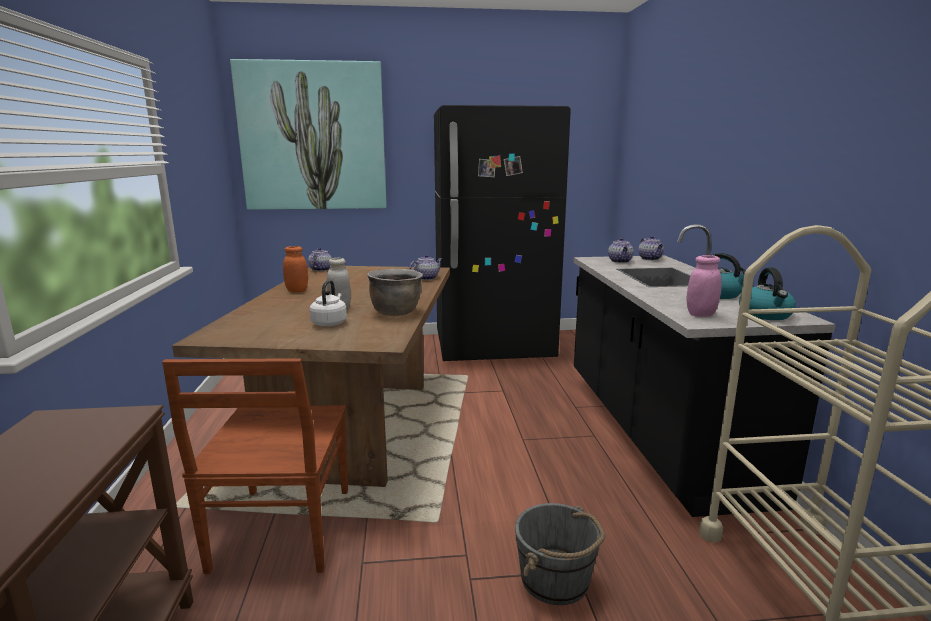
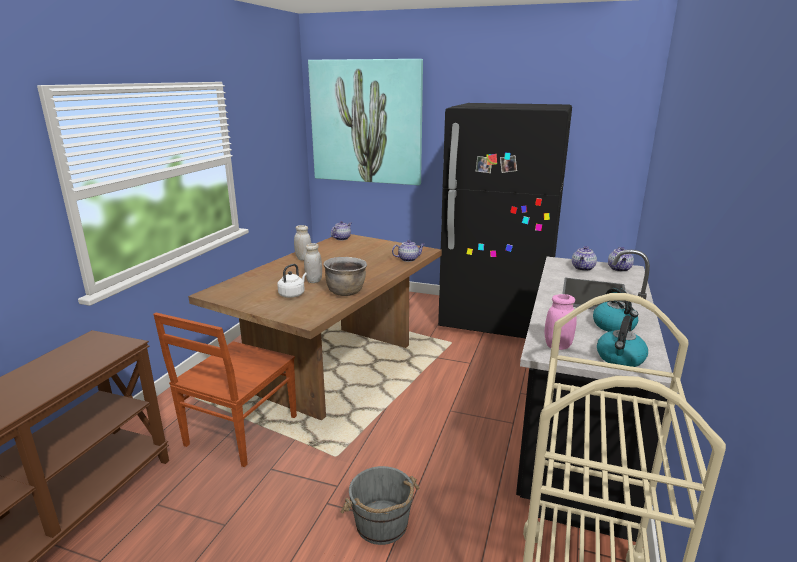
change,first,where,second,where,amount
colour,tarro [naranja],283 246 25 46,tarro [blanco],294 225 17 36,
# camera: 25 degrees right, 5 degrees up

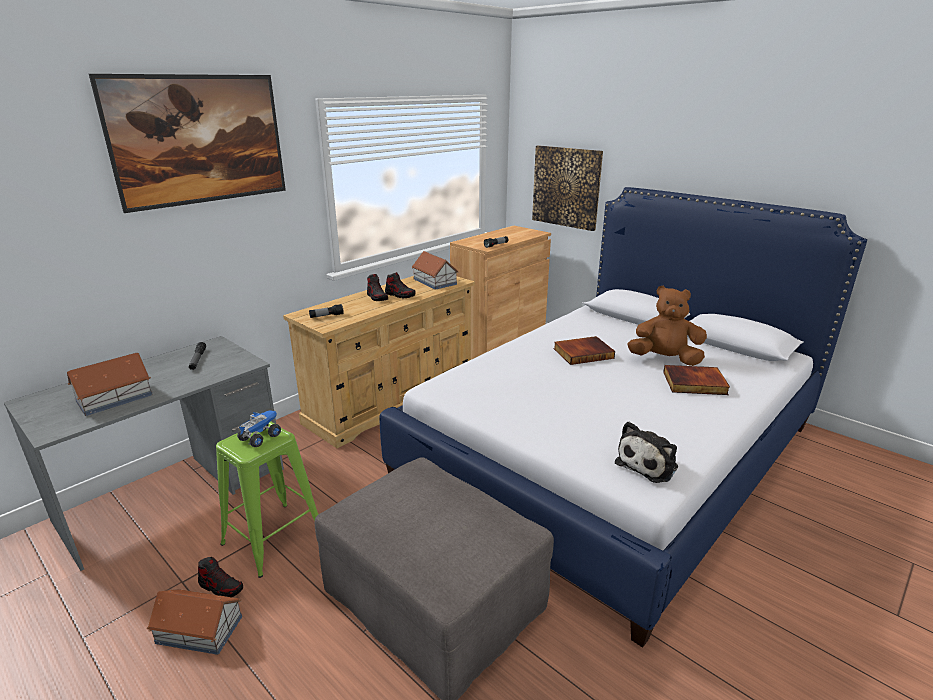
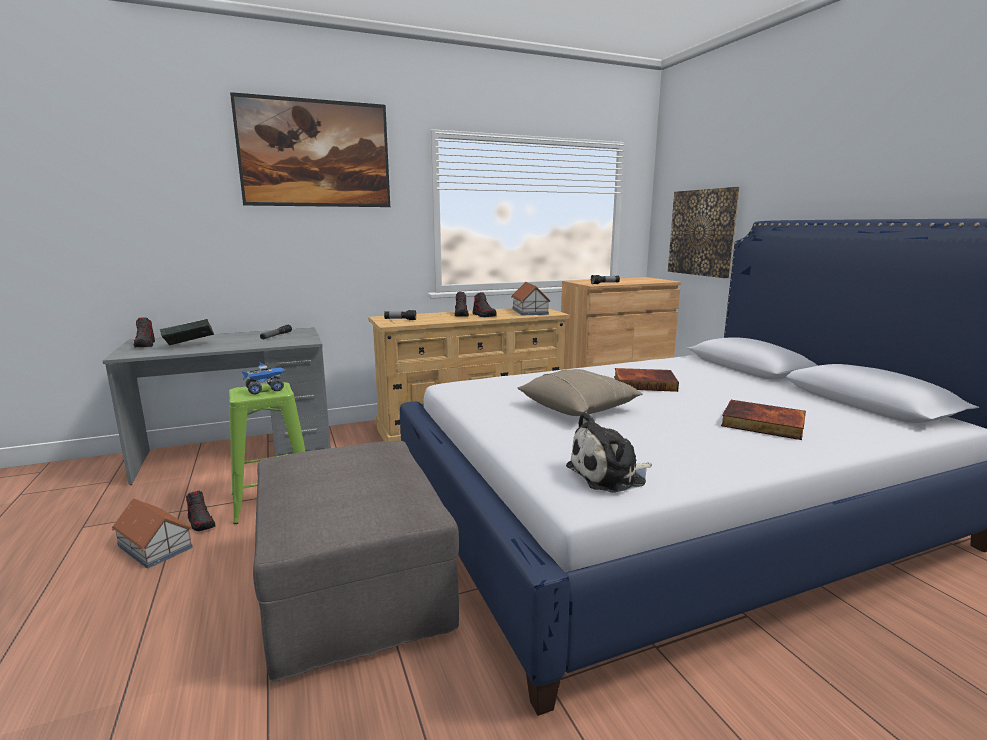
change,first,where,second,where,amount
exchanged,casita,67 353 86 63,libro,160 319 54 27,
missing,peluche [marrón],627 286 80 80,,,
appeared,,,zapato,134 317 21 30,
appeared,,,cojín [beis],518 369 125 47,
# camera: 25 degrees right, 10 degrees down

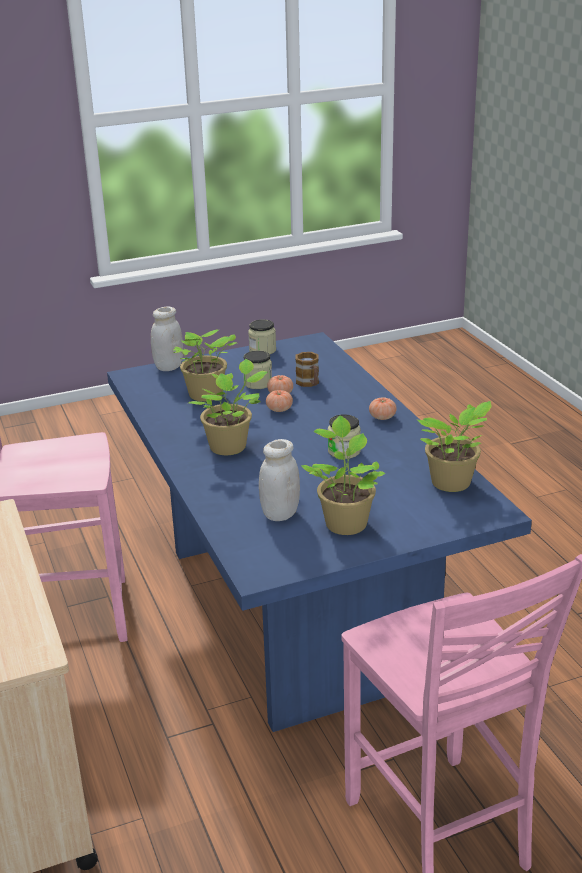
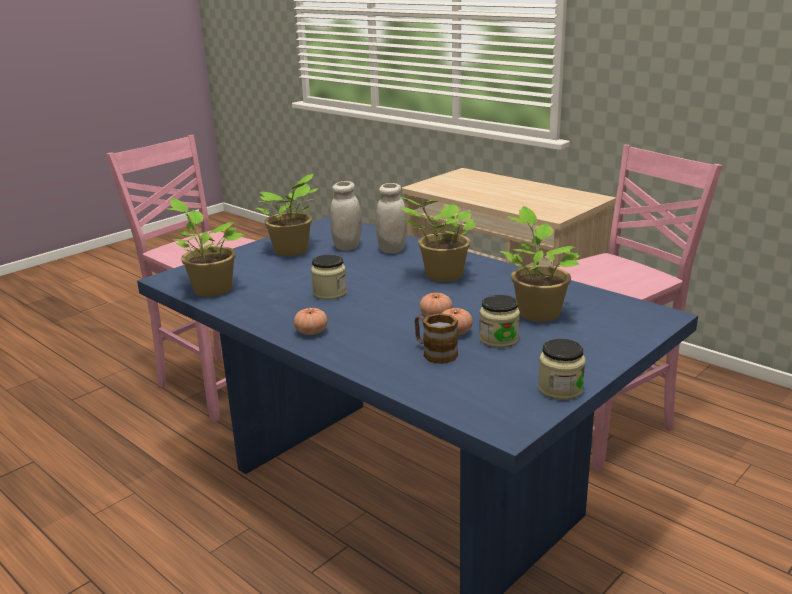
change,first,where,second,where,amount
relocated,tarro [blanco],151 307 32 64,,376 183 31 71,
# camera: 155 degrees right, 5 degrees down

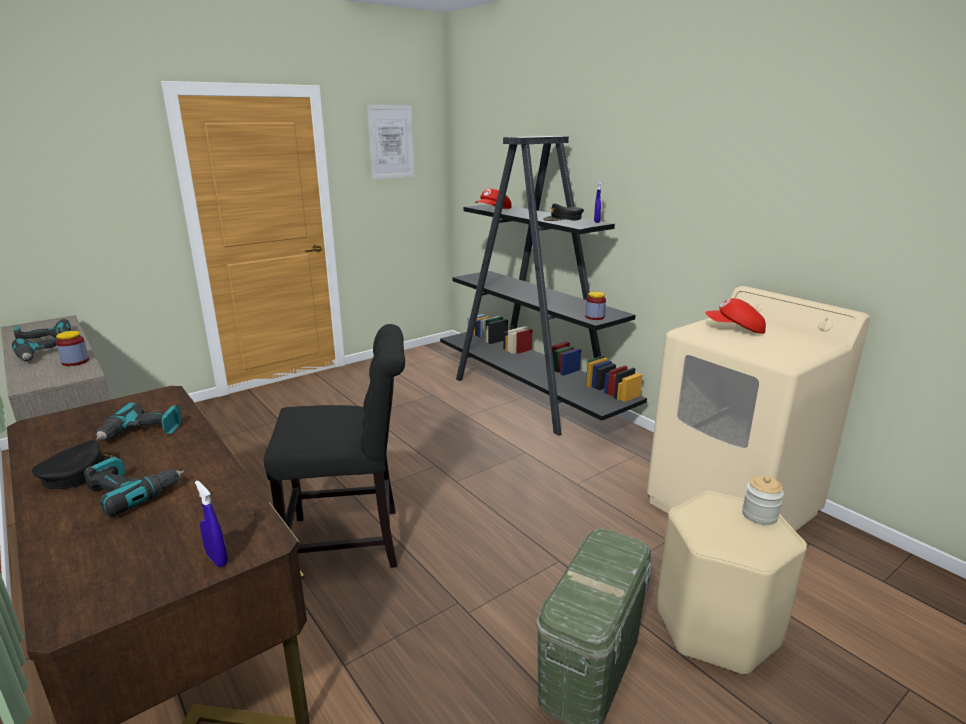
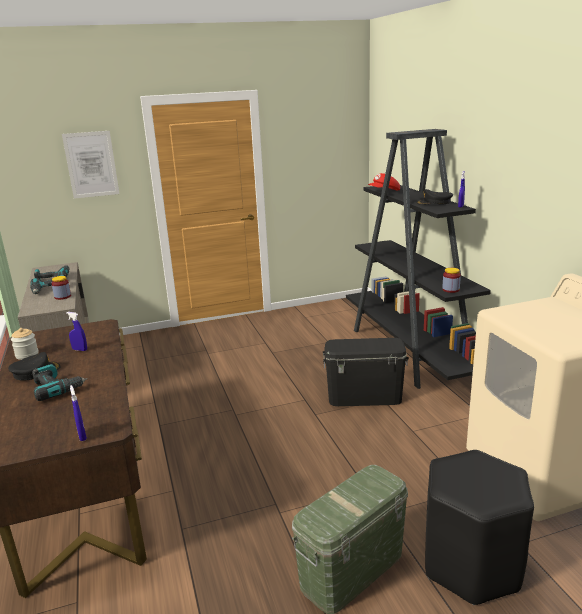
change,first,where,second,where,amount
exchanged,taladro,96 402 86 39,pulverizador [azul],66 312 21 39,
missing,silla [negro],264 324 141 244,,,
relocated,cuadro,367 105 47 74,,62 131 58 68,
colour,taburete [beis],657 491 150 184,taburete [negro],425 450 109 155,
missing,gorra [rojo],705 298 61 36,,,
relocated,tarro,742 476 42 49,,11 328 27 32,
appeared,,,caja de almacenaje [negro],323 338 86 68,
# camera: 20 degrees right, 0 degrees up

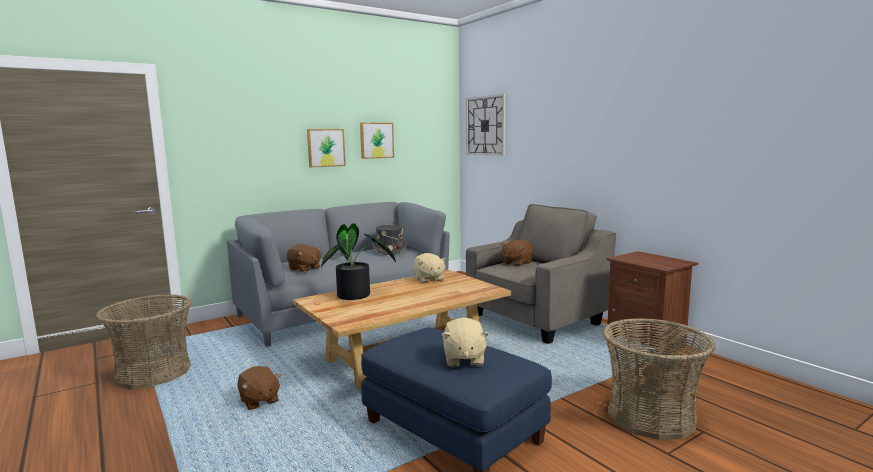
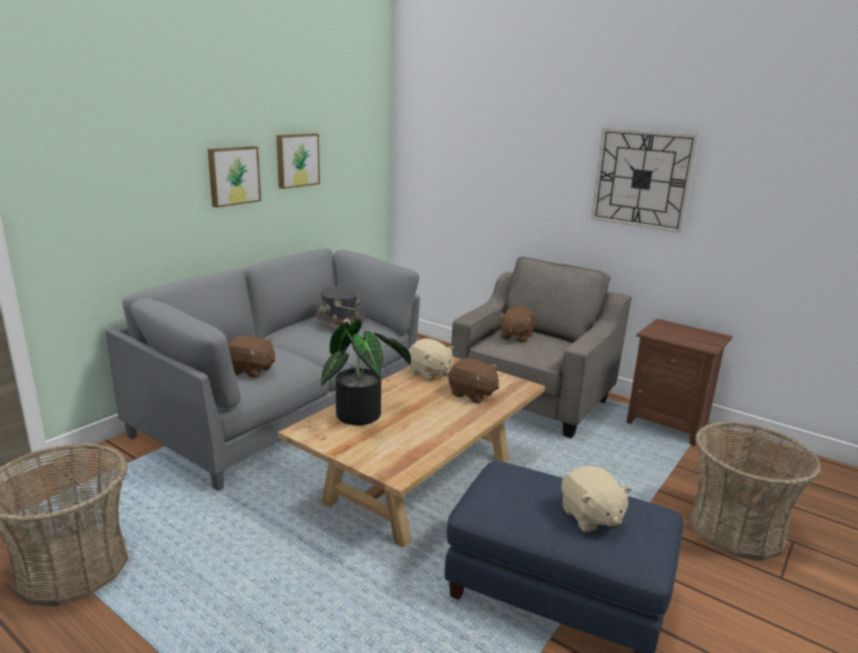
change,first,where,second,where,amount
relocated,peluche [marrón],237 366 44 44,,448 358 51 45,
relocated,reloj de pared,466 94 40 62,,591 128 108 105,
# camera: 20 degrees left, 10 degrees up

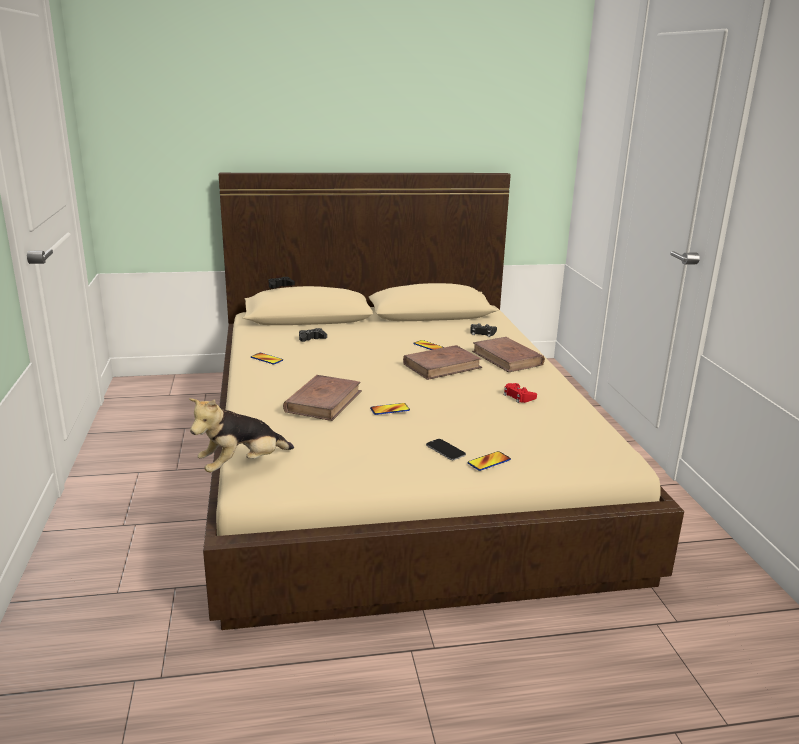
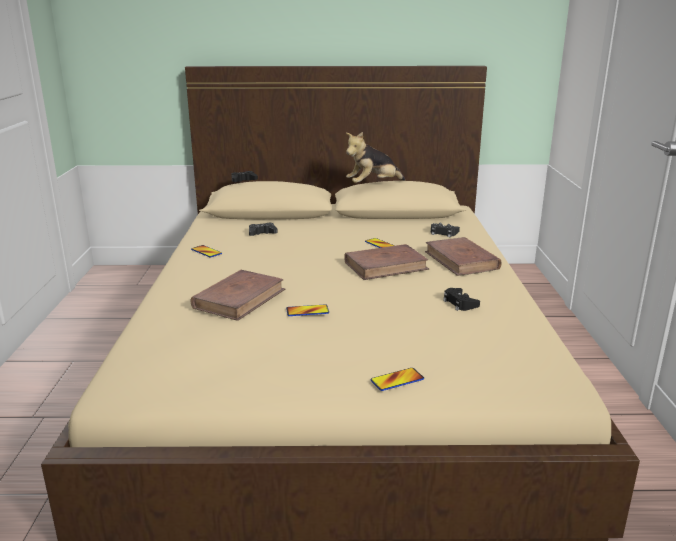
change,first,where,second,where,amount
relocated,peluche,189 398 105 75,,346 132 59 51,
missing,móvil,426 439 40 21,,,
colour,mando de consola [rojo],504 383 33 20,mando de consola [negro],443 288 37 23,
# camera: 10 degrees right, 0 degrees up

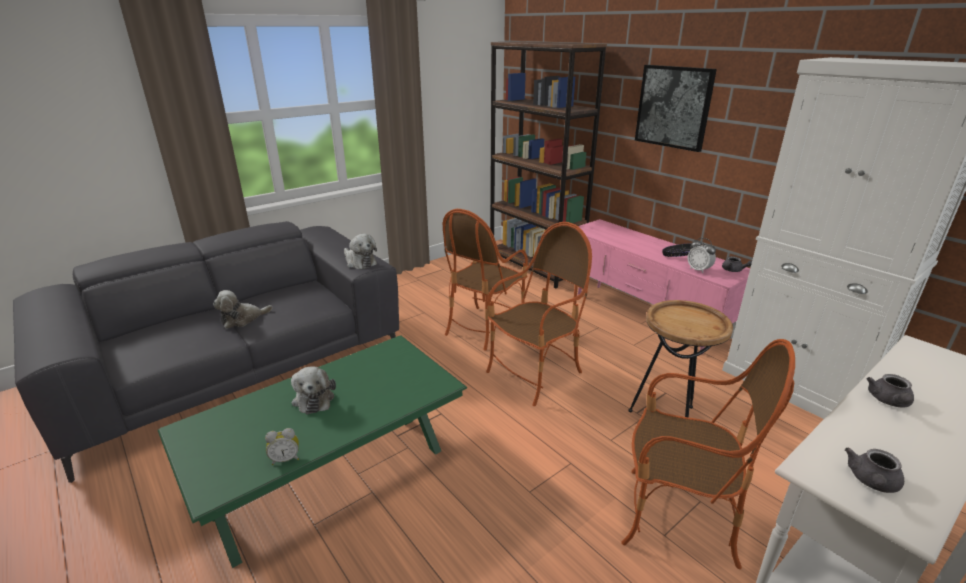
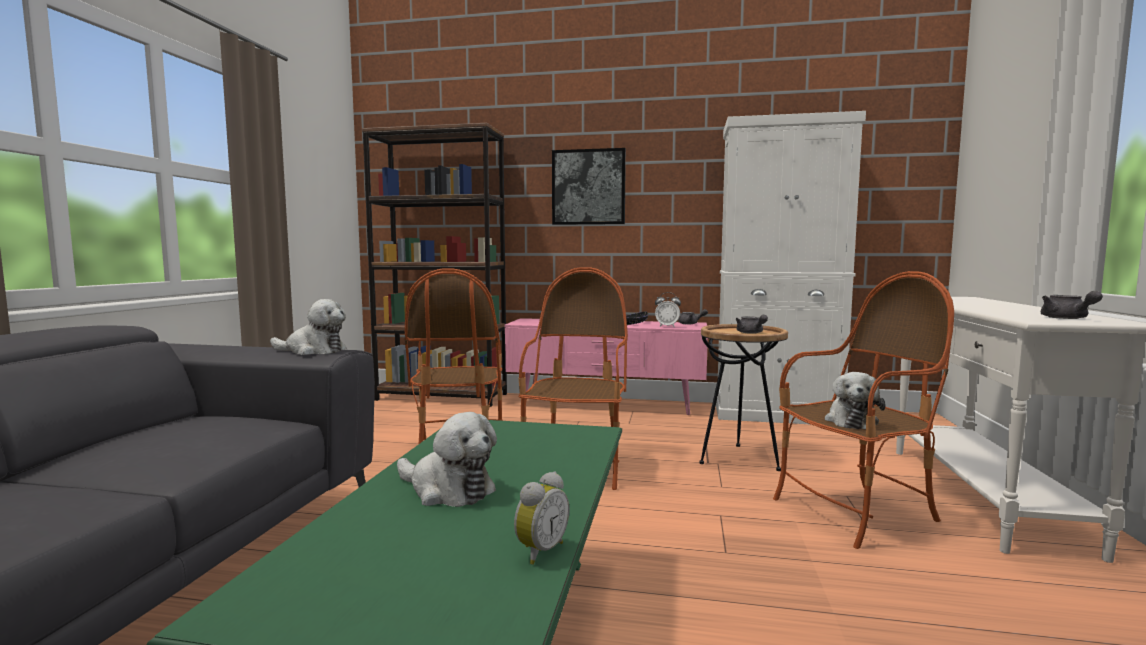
change,first,where,second,where,amount
relocated,peluche,213 290 60 39,,825 372 60 57,
relocated,tetera [gris],867 374 47 34,,736 315 32 19,
# camera: 40 degrees left, 20 degrees down

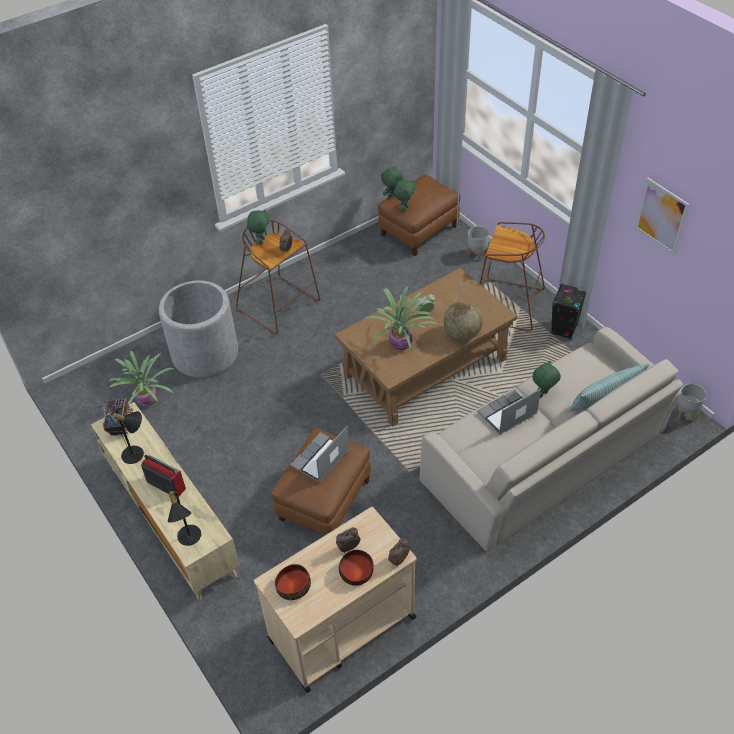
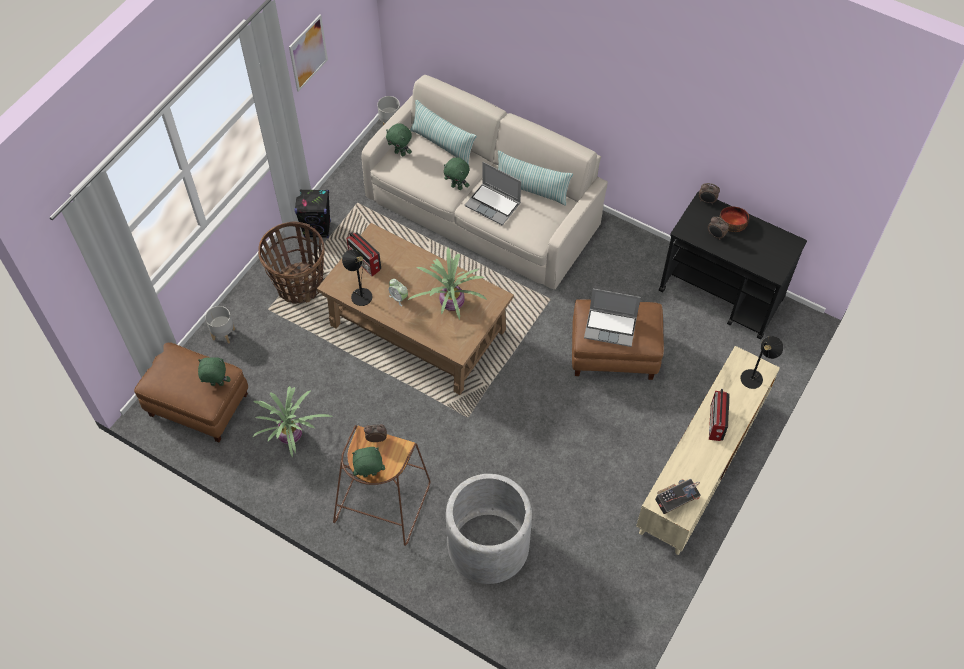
change,first,where,second,where,amount
relocated,planta en maceta,108 351 66 55,,253 386 80 72,
relocated,lámpara de mesa [negro],111 409 33 55,,342 250 30 56,
colour,carrito [beis],254 507 163 186,carrito [negro],659 191 148 148,
missing,cuenco,275 564 36 36,,,
relocated,peluche [verde],381 165 23 33,,386 123 26 33,
missing,globo terráqueo,444 301 39 40,,,
exchanged,taburete [marrón],480 222 65 110,cesta,258 222 67 82,
appeared,,,radio,346 232 35 44,
appeared,,,cojín,498 151 75 55,
# camera: 115 degrees left, 10 degrees up

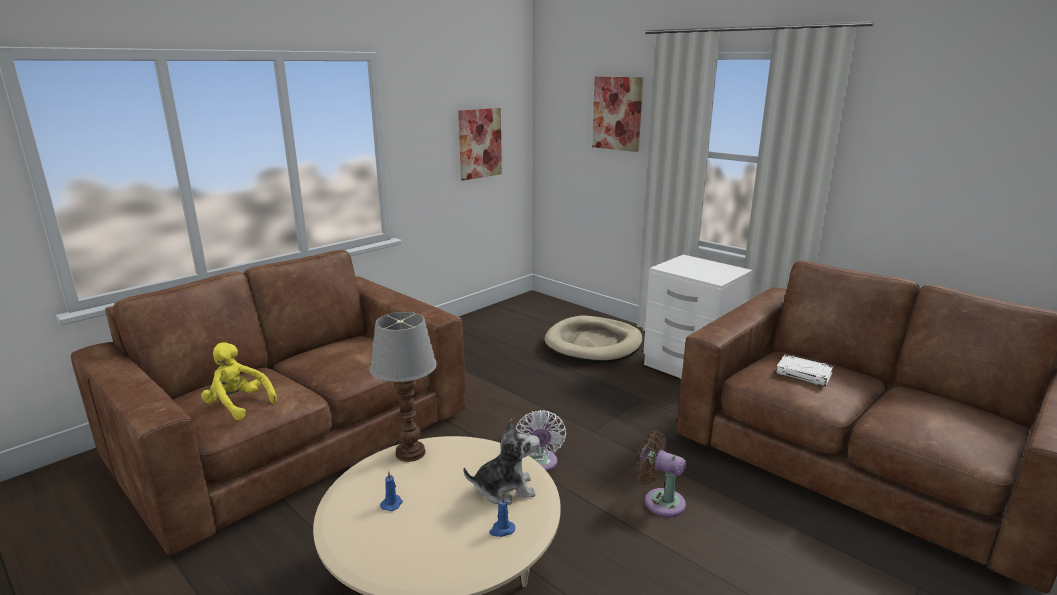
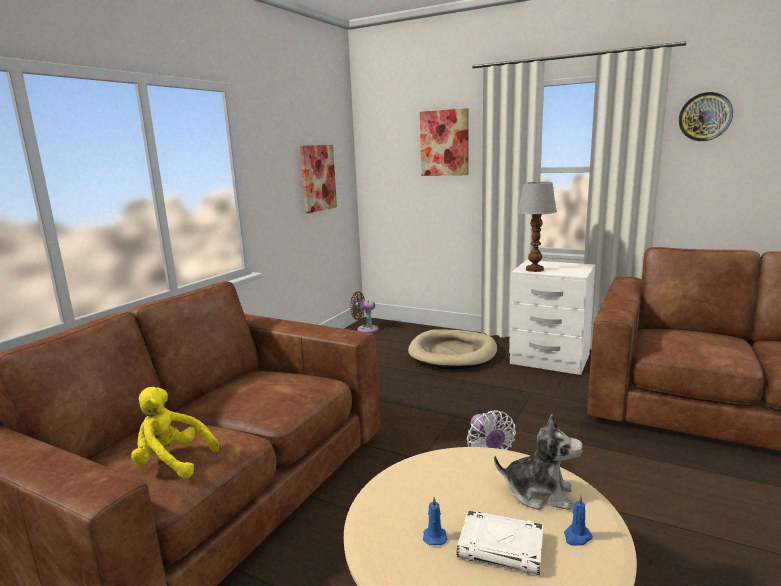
change,first,where,second,where,amount
relocated,lámpara de mesa,370 312 67 150,,517 182 40 90,
spun,peluche,463 418 77 87,,494 414 89 96,45 degrees clockwise
relocated,ventilador [marrón],636 431 50 86,,350 291 28 42,
relocated,libro [blanco],775 355 59 31,,457 510 87 65,
appeared,,,reloj de pared,679 92 54 49,
# camera: 15 degrees left, 5 degrees down

